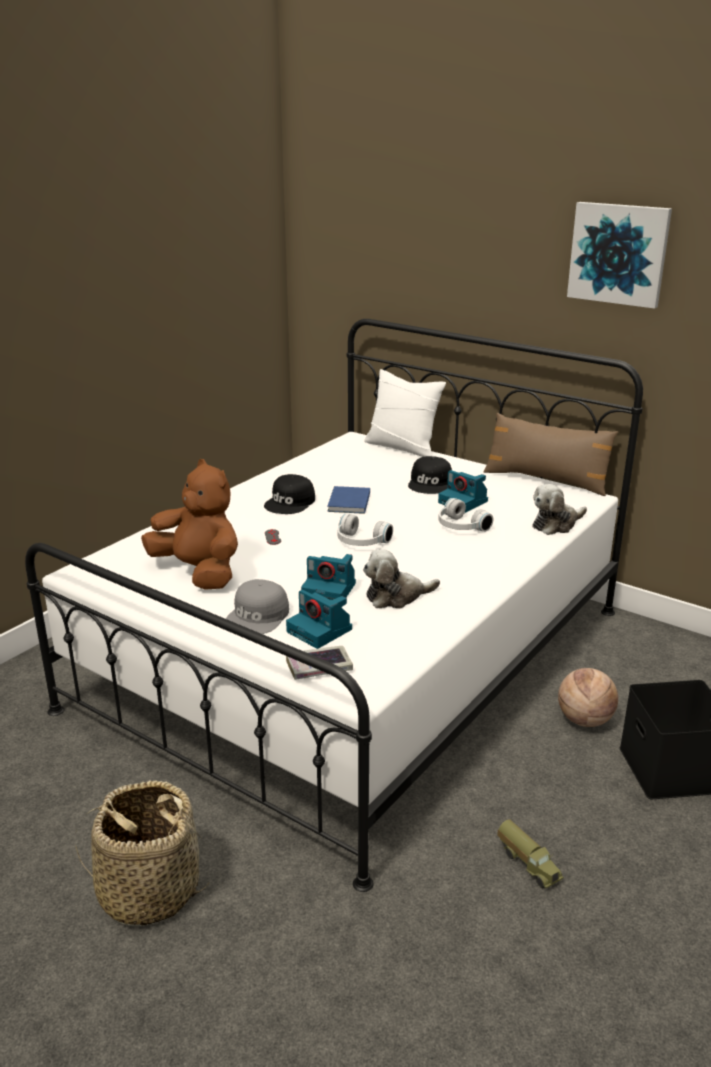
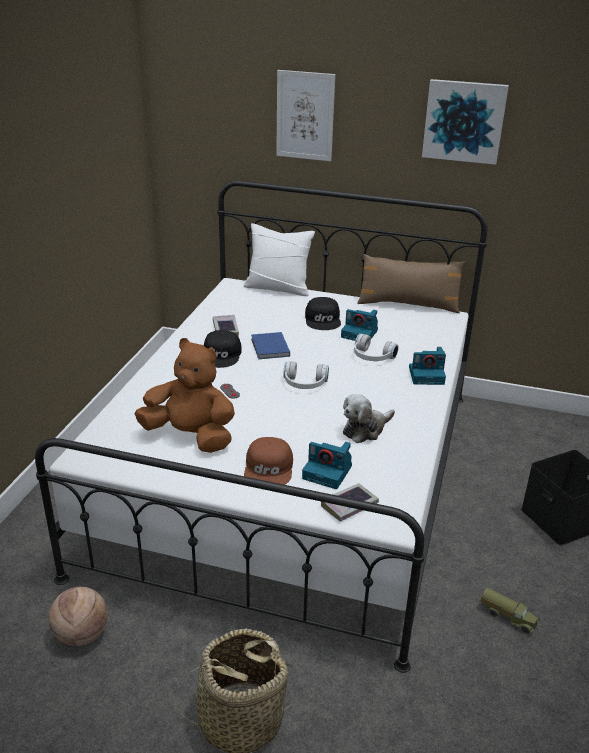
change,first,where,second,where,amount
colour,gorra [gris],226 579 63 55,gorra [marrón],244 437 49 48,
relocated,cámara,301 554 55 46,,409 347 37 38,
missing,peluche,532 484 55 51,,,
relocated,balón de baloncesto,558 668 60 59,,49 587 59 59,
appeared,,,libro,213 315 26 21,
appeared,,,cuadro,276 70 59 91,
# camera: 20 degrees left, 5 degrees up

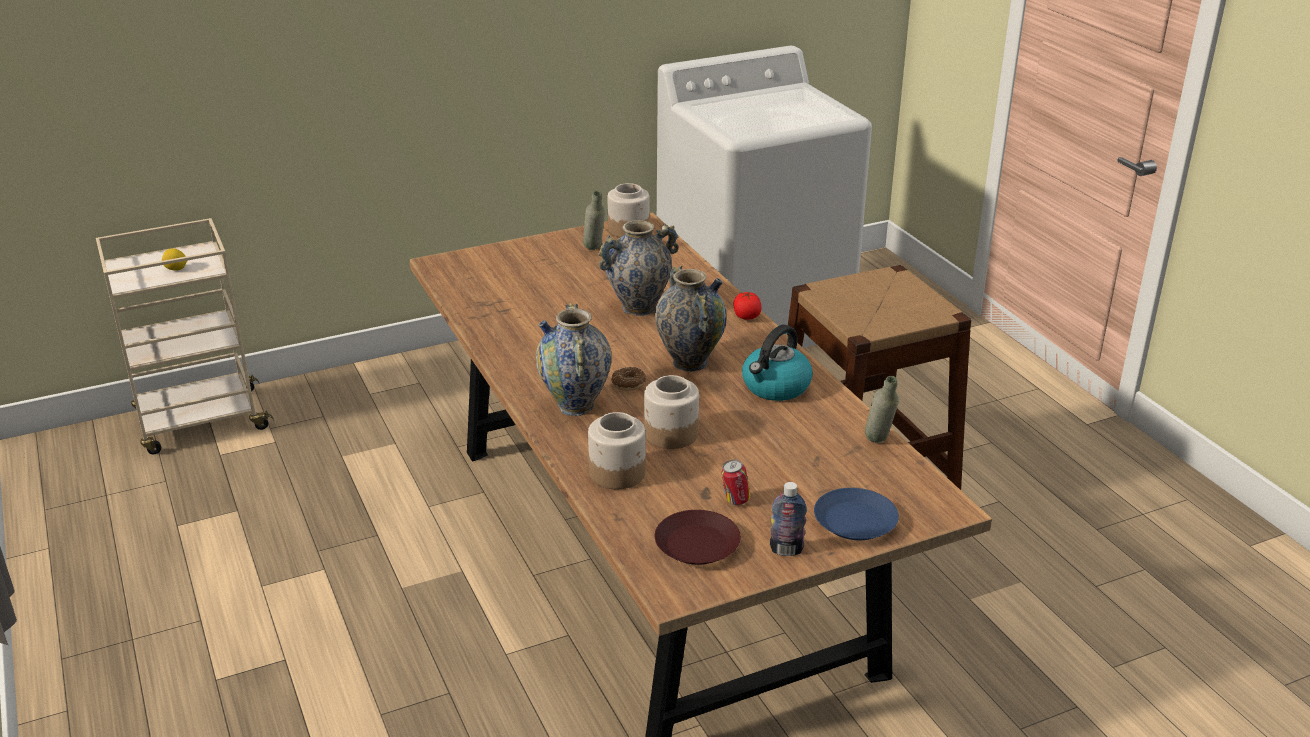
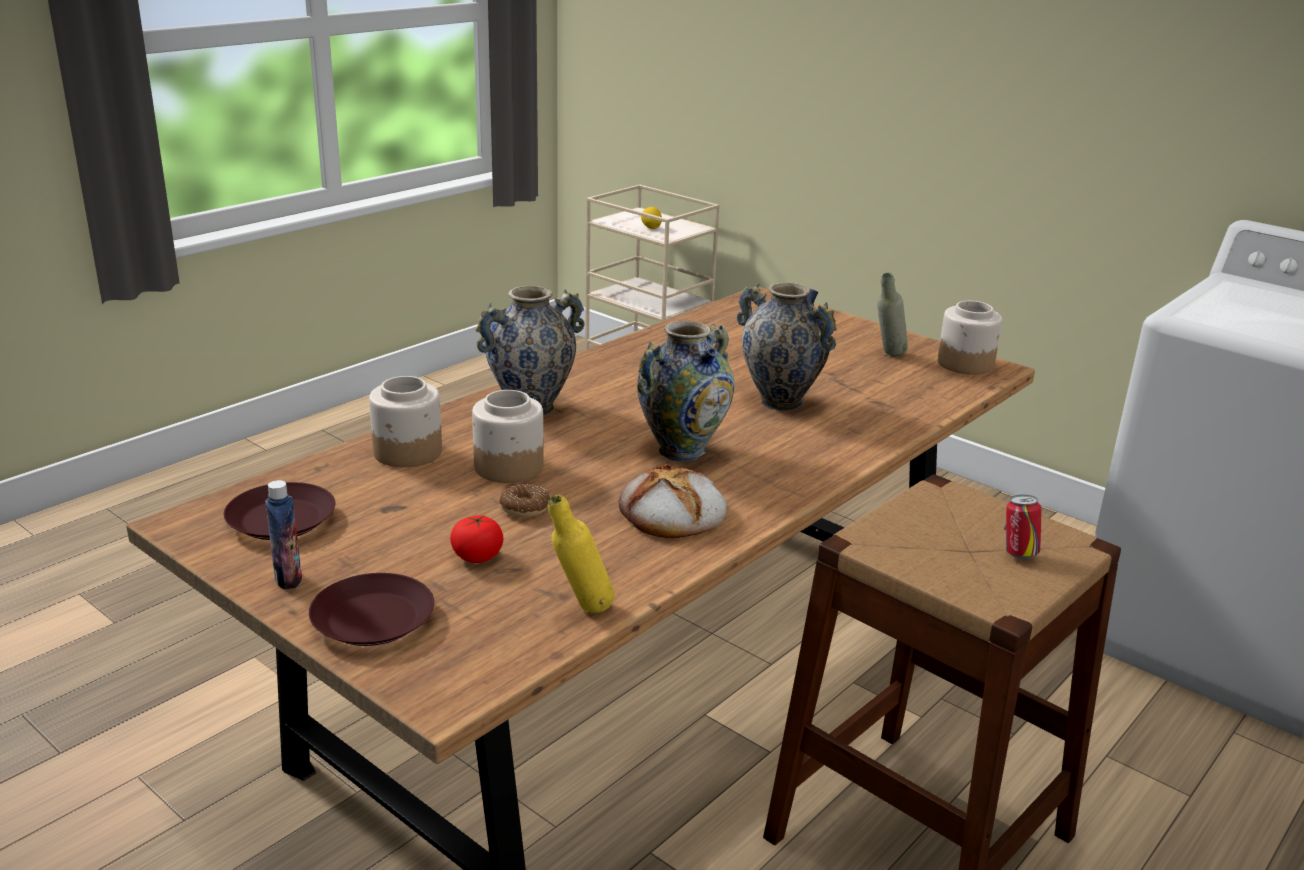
change,first,where,second,where,amount
relocated,rosquilla,611 367 35 24,,499 484 51 33,
relocated,lata,721 460 30 45,,1004 495 38 64,
relocated,tomate,733 291 28 28,,450 515 53 48,
exchanged,hervidor,742 325 71 76,pan,619 464 108 74,
colour,plato [azul],814 488 85 52,plato [marrón],309 573 125 73,
colour,botella [gris],865 376 34 67,botella [amarillo],548 495 66 119,
# camera: 65 degrees right, 5 degrees down

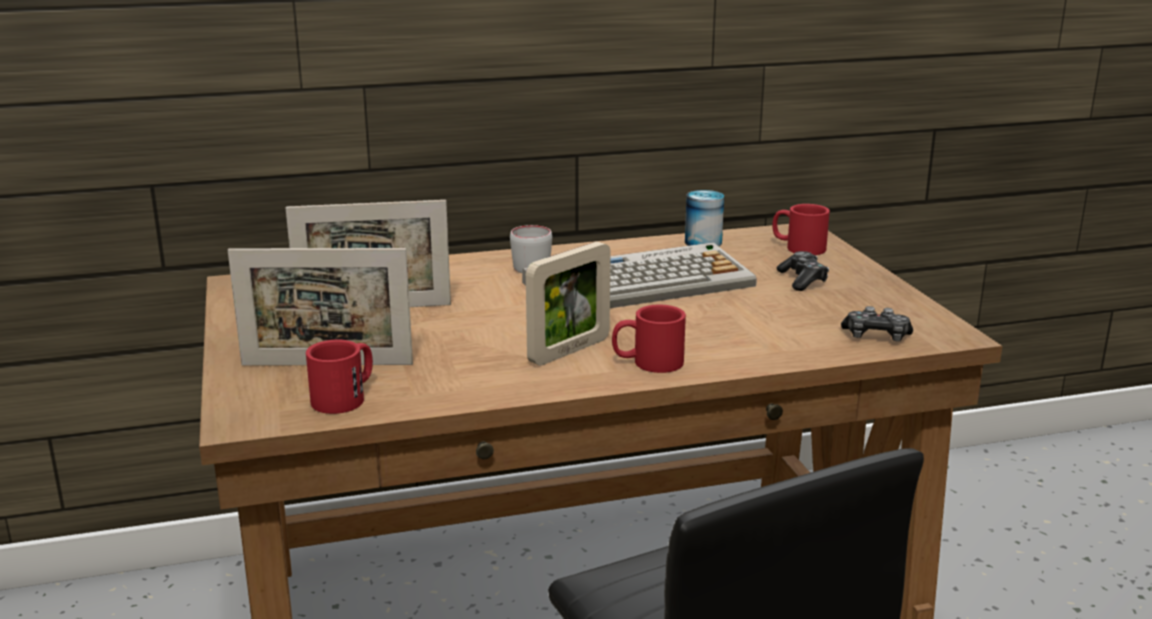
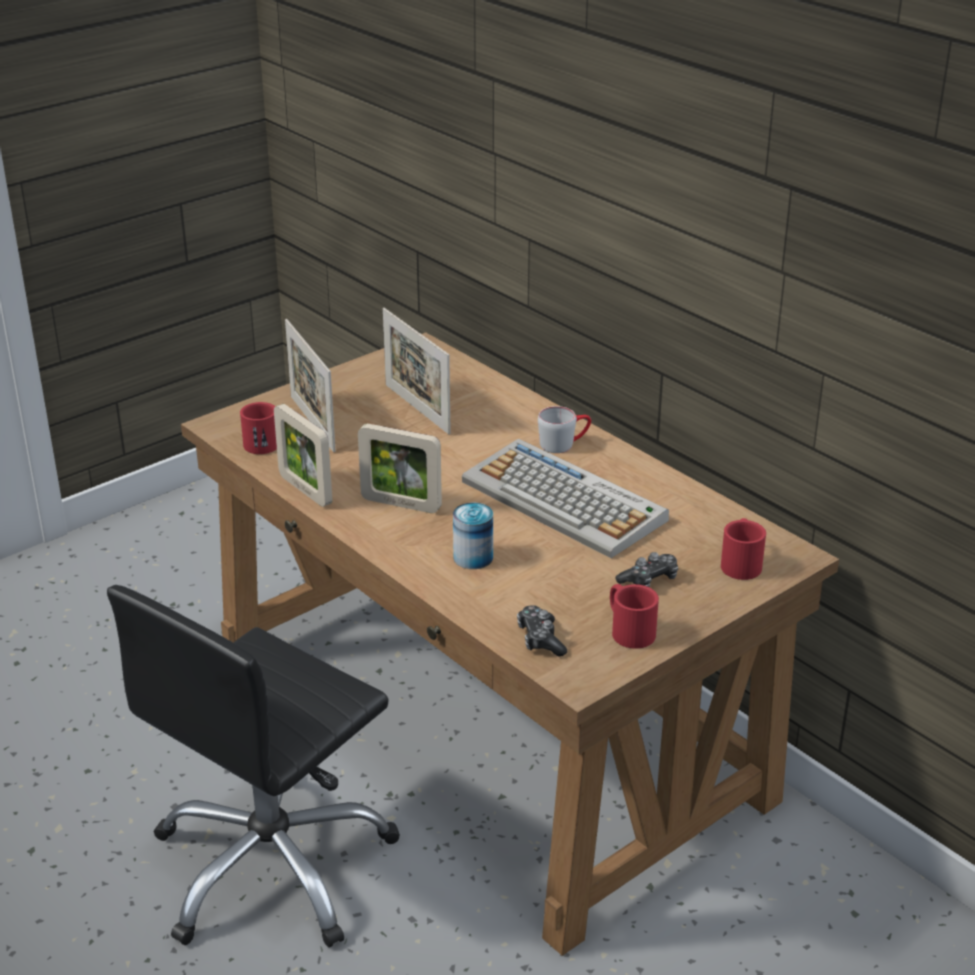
change,first,where,second,where,amount
relocated,taza grande [rojo],612 304 74 69,,610 584 49 65,
relocated,lata,685 190 39 56,,453 503 40 66,
appeared,,,portarretratos,274 404 58 103,
# camera: 65 degrees right, 10 degrees up

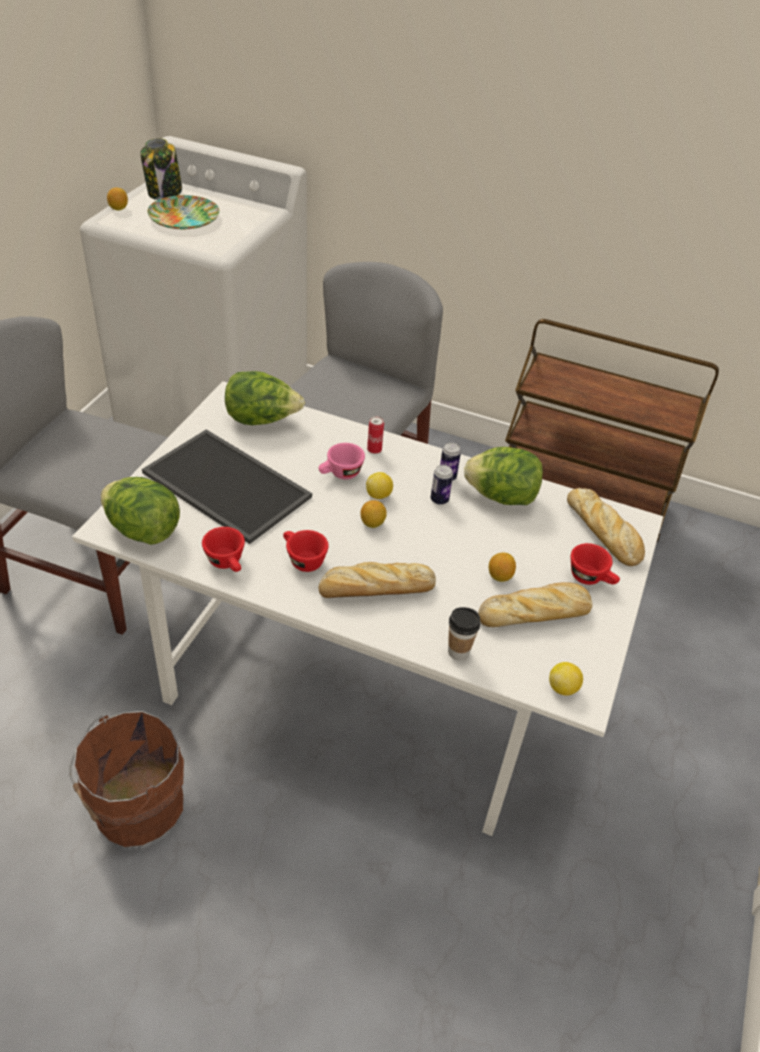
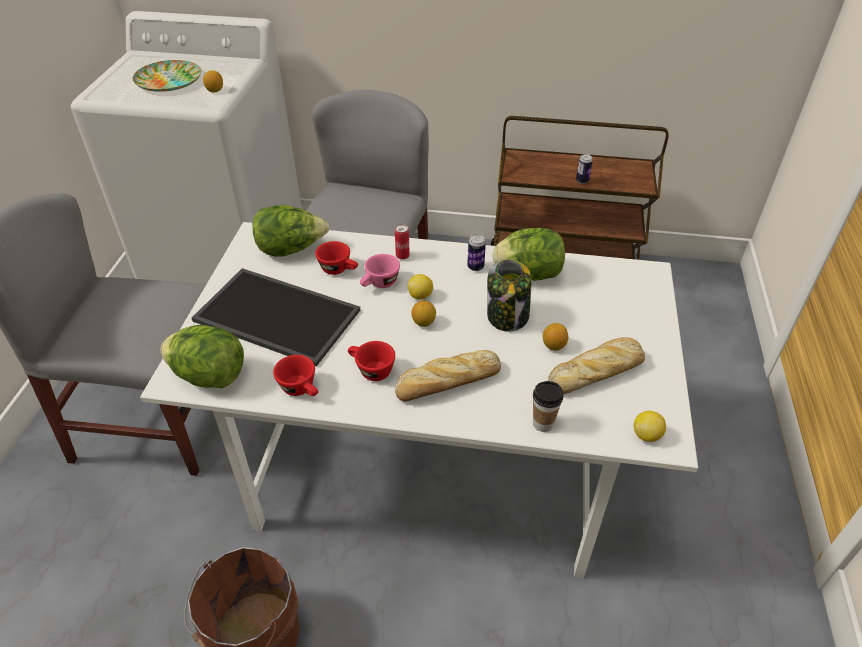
change,first,where,second,where,amount
relocated,limón,107 188 21 22,,203 71 20 22,
relocated,tarro,140 138 42 62,,487 259 44 73,
relocated,lata,431 465 22 40,,576 154 17 30,
missing,pan,567 488 78 78,,,
relocated,taza [rojo],571 543 49 42,,315 241 43 34,
# camera: 10 degrees left, 0 degrees up

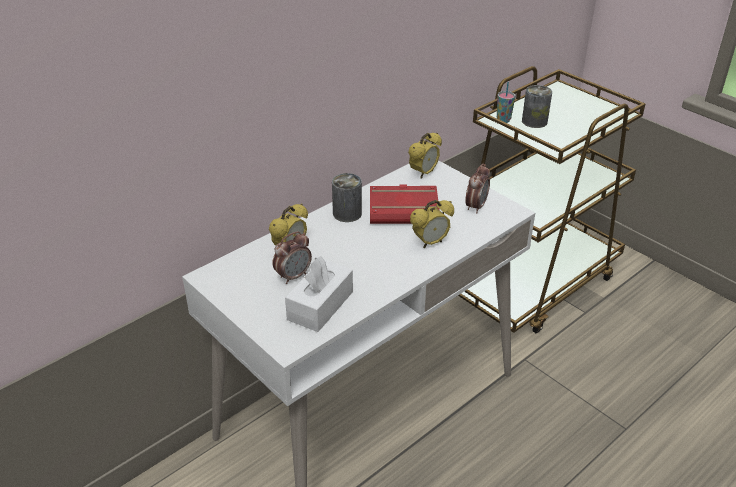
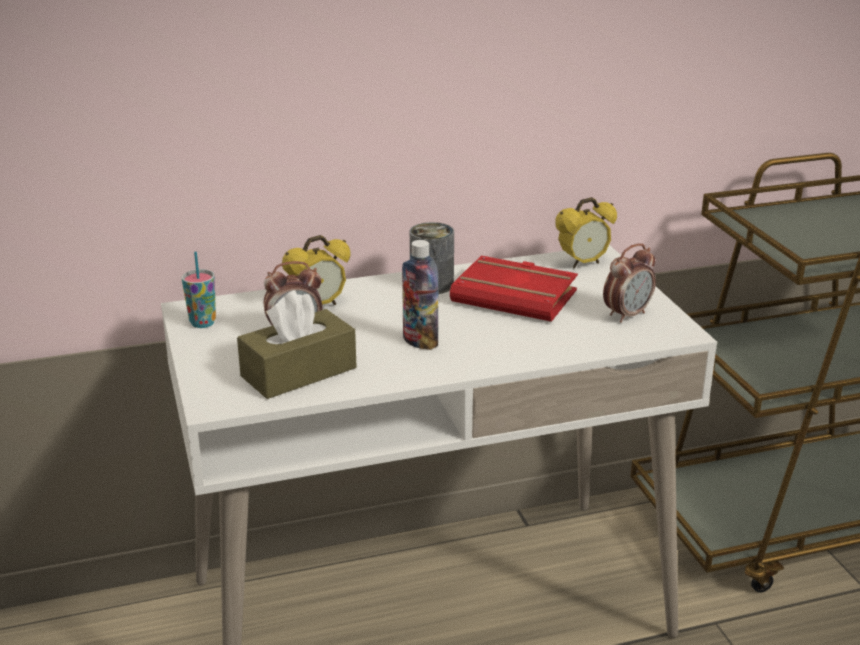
change,first,where,second,where,amount
colour,caja de pañuelos [blanco],285 256 68 76,caja de pañuelos [marrón],237 290 120 109,
missing,despertador,410 200 44 48,,,
relocated,taza,497 82 18 41,,182 251 34 77,
missing,lata,522 85 30 43,,,
appeared,,,botella,402 240 36 110,
# camera: 25 degrees right, 10 degrees down

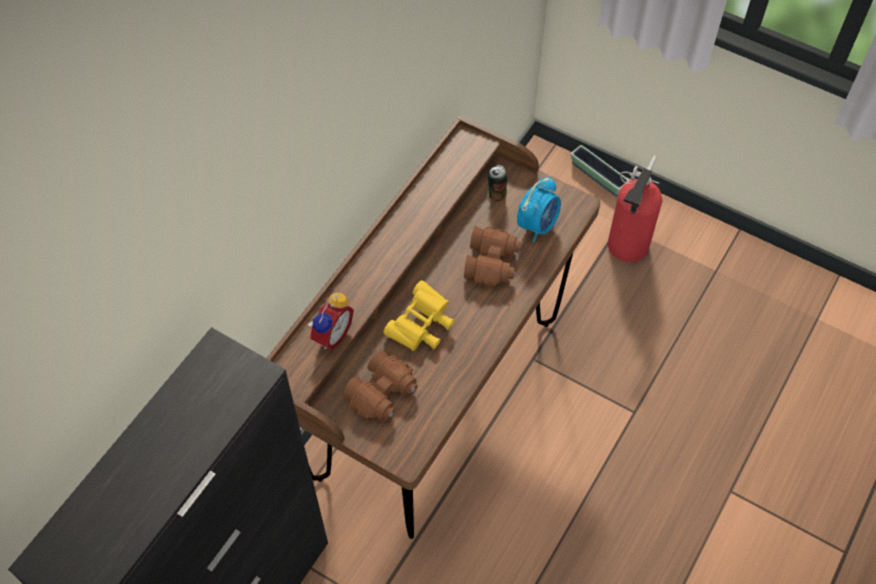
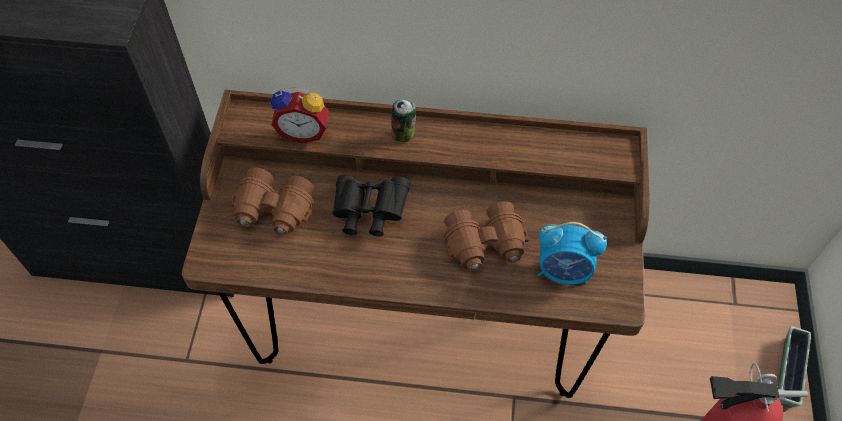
change,first,where,second,where,amount
colour,prismáticos [amarillo],383 281 71 70,prismáticos [negro],332 175 78 61,
relocated,lata,488 165 19 36,,391 99 25 43,
# camera: 65 degrees right, 0 degrees up

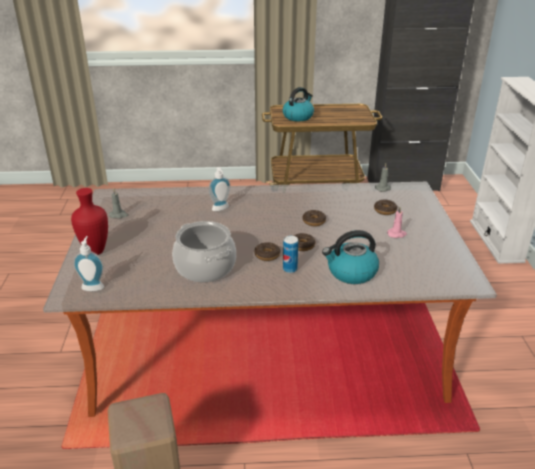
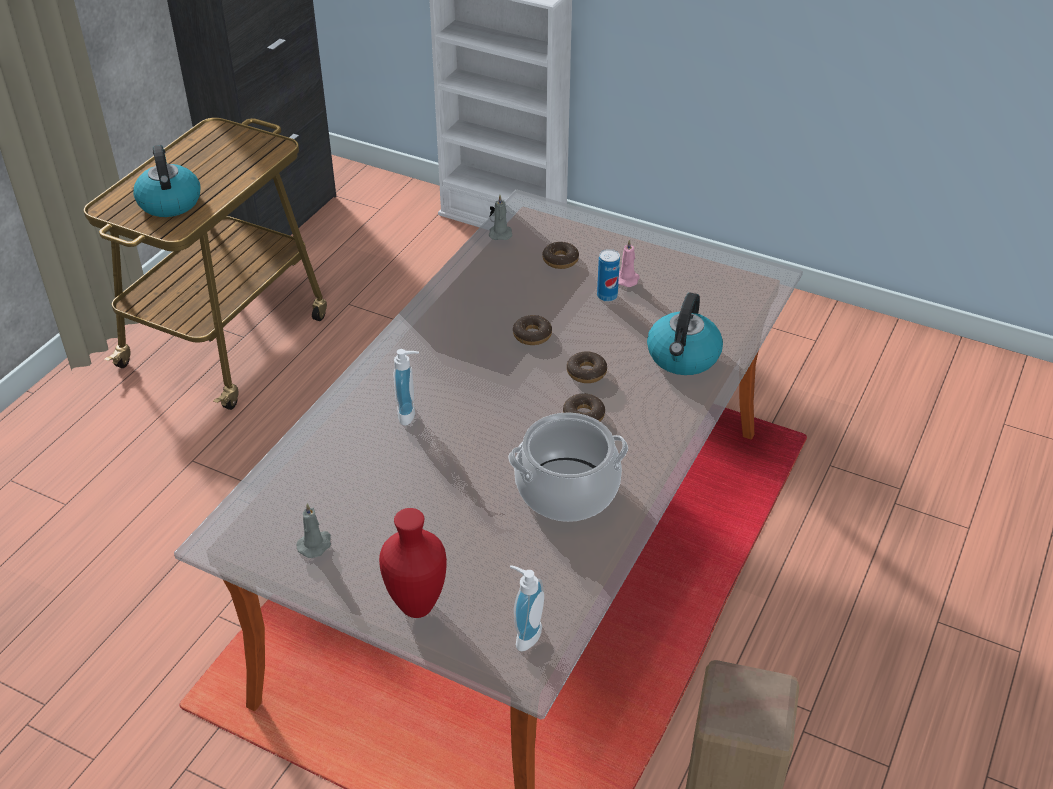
change,first,where,second,where,amount
relocated,lata,283 236 15 37,,597 249 23 53,
# camera: 60 degrees left, 10 degrees up

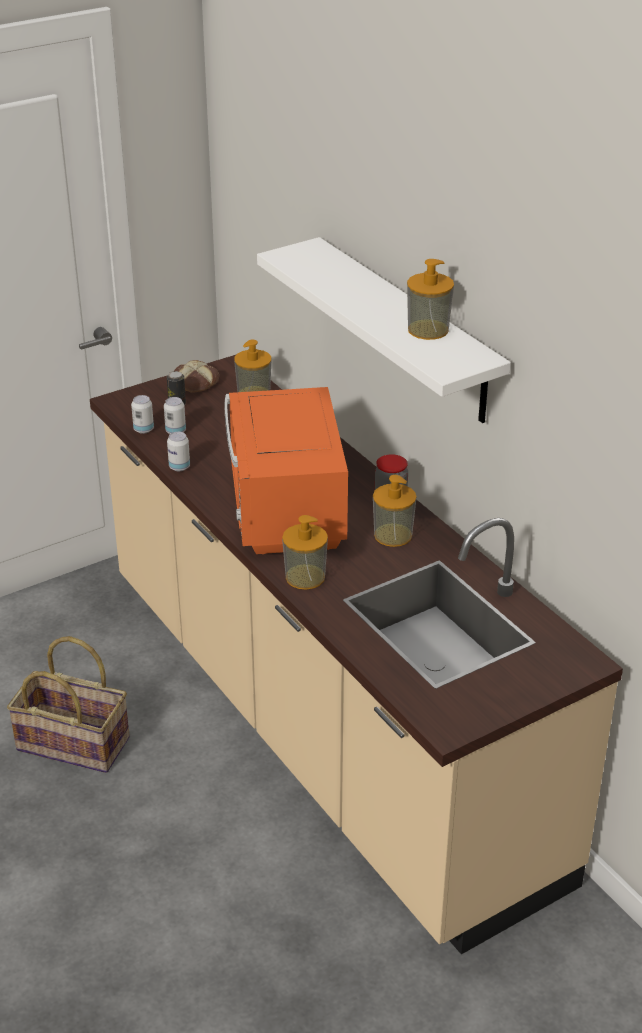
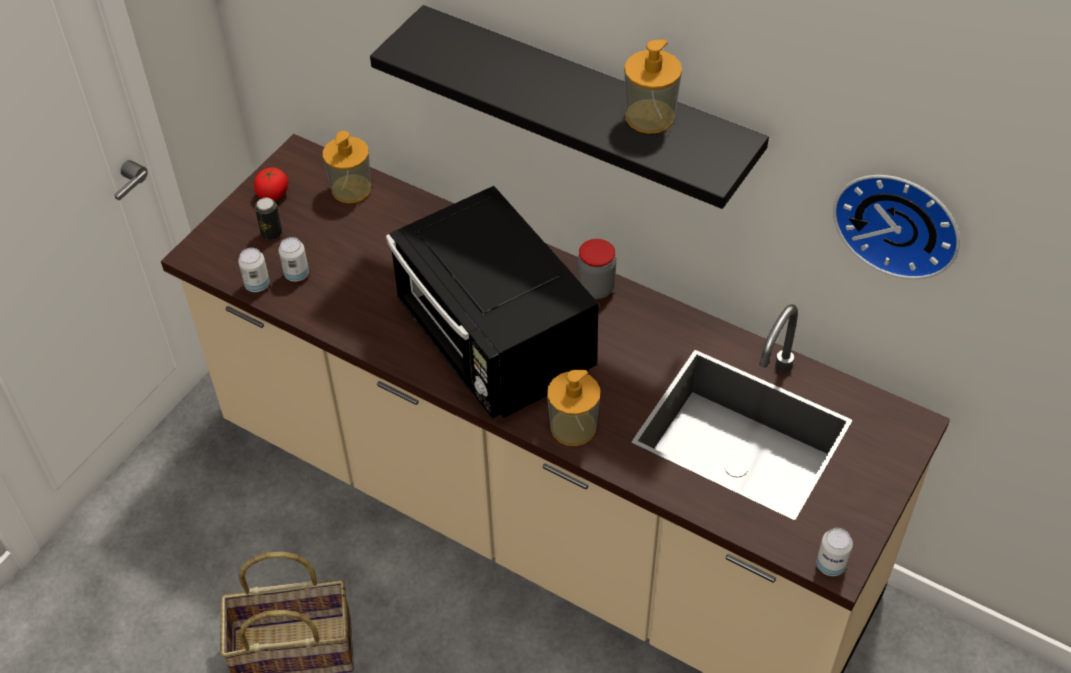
change,first,where,second,where,amount
relocated,lata,167 432 23 39,,816 528 37 48,
exchanged,pan,174 360 45 33,tomate,254 167 34 34,
colour,microondas [naranja],225 387 123 167,microondas [negro],386 186 213 233,
colour,estante [blanco],257 237 254 186,estante [negro],370 5 399 204,
missing,dispensador de jabón,373 475 44 72,,,
appeared,,,reloj de pared,833 175 127 104,
# camera: 25 degrees left, 15 degrees up

